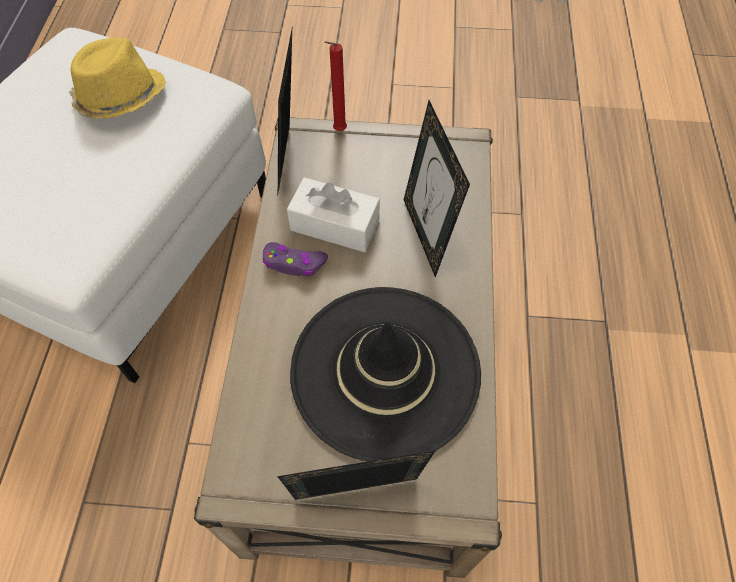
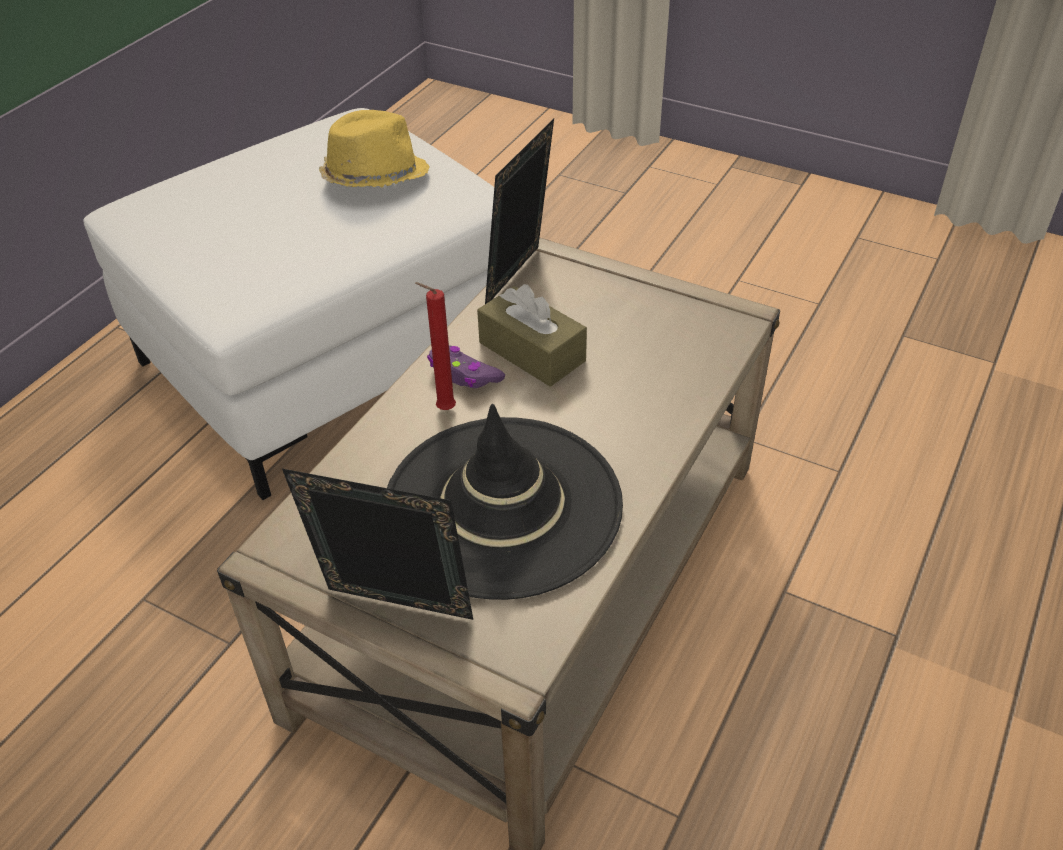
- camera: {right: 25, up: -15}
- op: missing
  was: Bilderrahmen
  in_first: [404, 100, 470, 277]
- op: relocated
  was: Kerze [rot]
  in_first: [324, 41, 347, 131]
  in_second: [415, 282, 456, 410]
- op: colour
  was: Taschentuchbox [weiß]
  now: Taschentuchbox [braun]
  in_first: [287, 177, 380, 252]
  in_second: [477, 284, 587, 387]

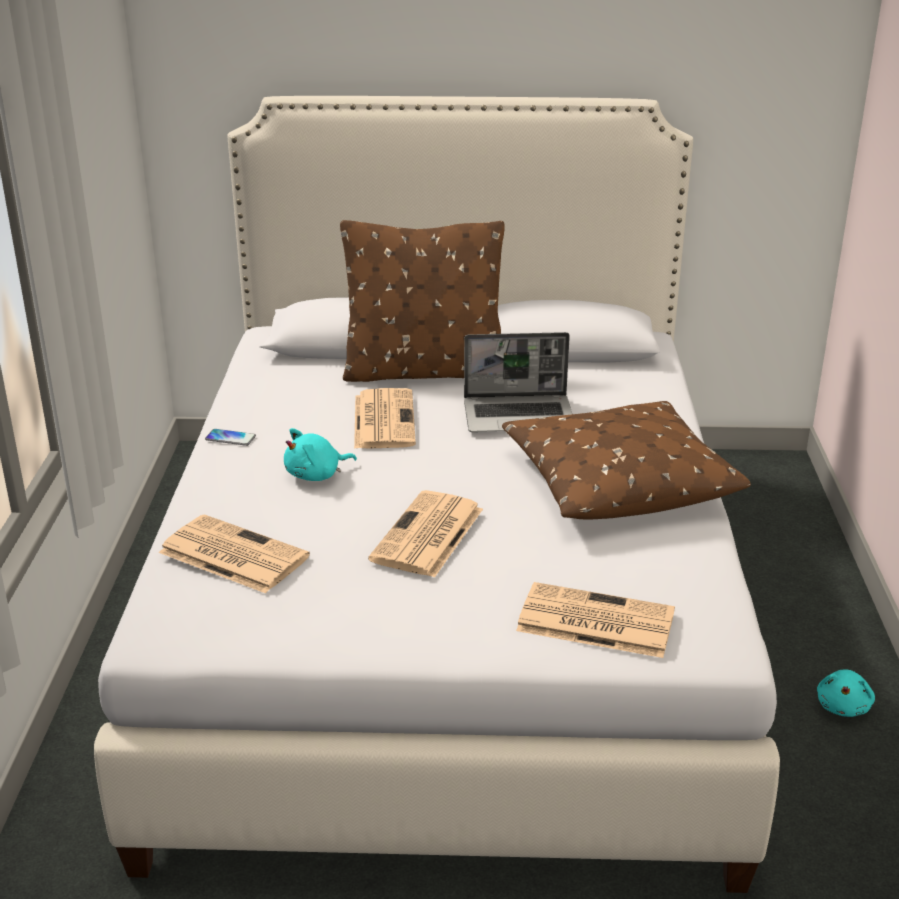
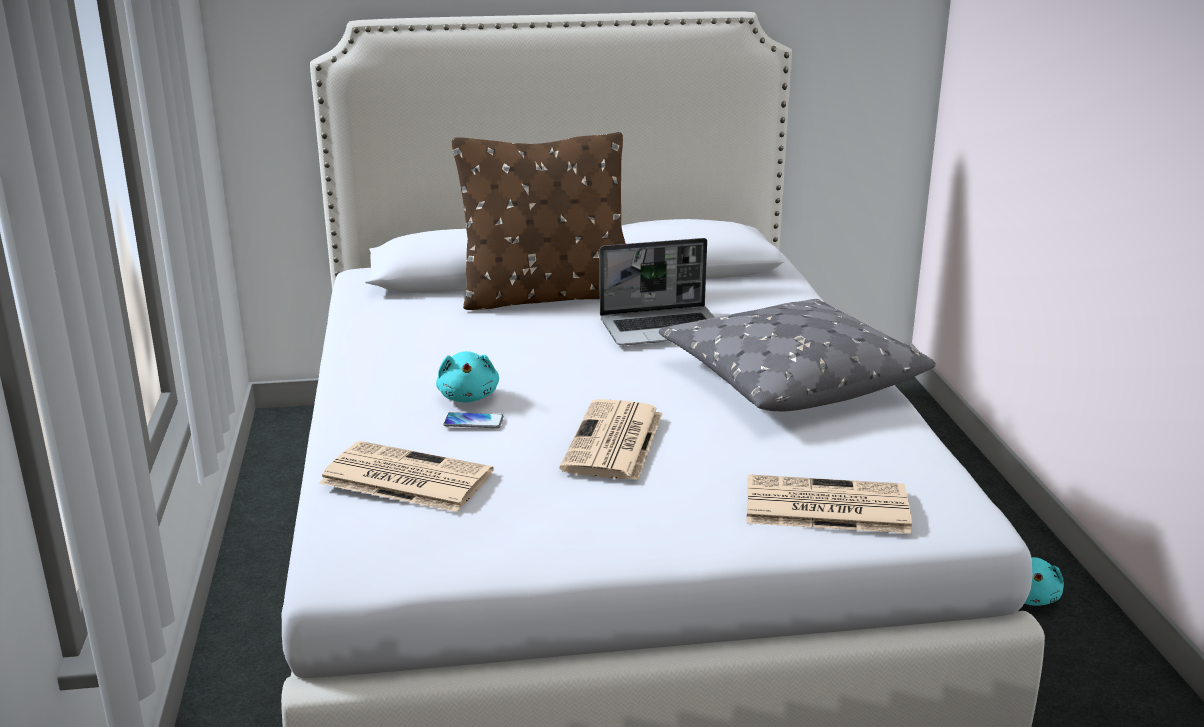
- camera: {right: -10, up: -5}
- op: missing
  was: Zeitung
  in_first: [354, 388, 416, 449]
- op: relocated
  was: Handy
  in_first: [205, 429, 256, 446]
  in_second: [444, 412, 504, 428]
- op: colour
  was: Kissen [braun]
  now: Kissen [grau]
  in_first: [502, 401, 751, 519]
  in_second: [659, 299, 936, 411]
- op: spun
  was: Plüschtier [türkis]
  in_first: [284, 428, 357, 481]
  in_second: [436, 351, 499, 403]
  clockwise: -60

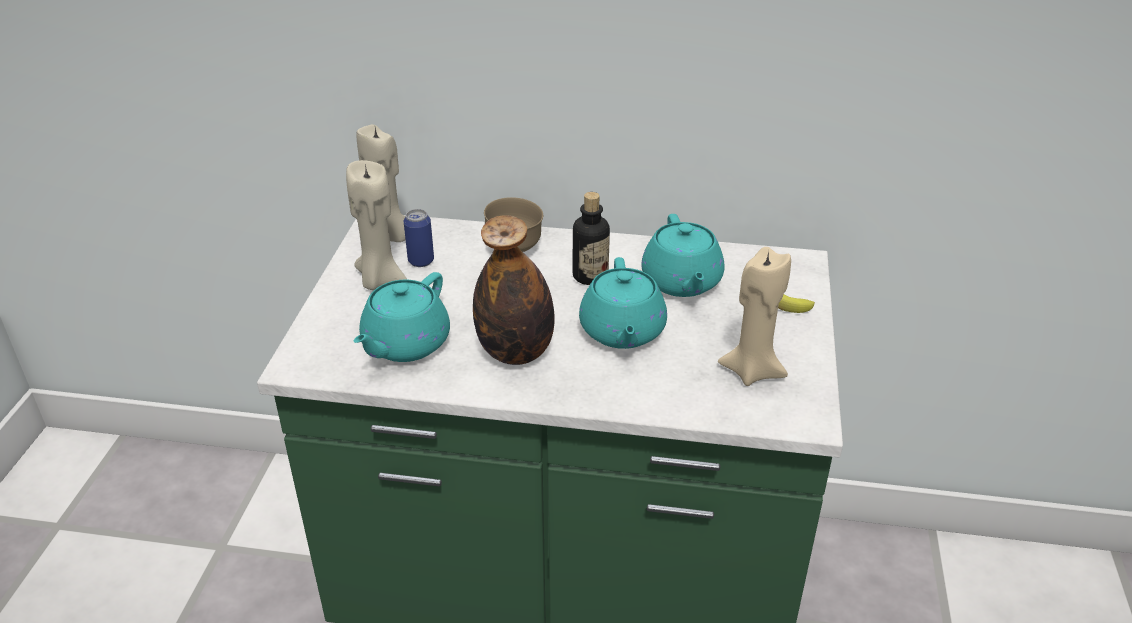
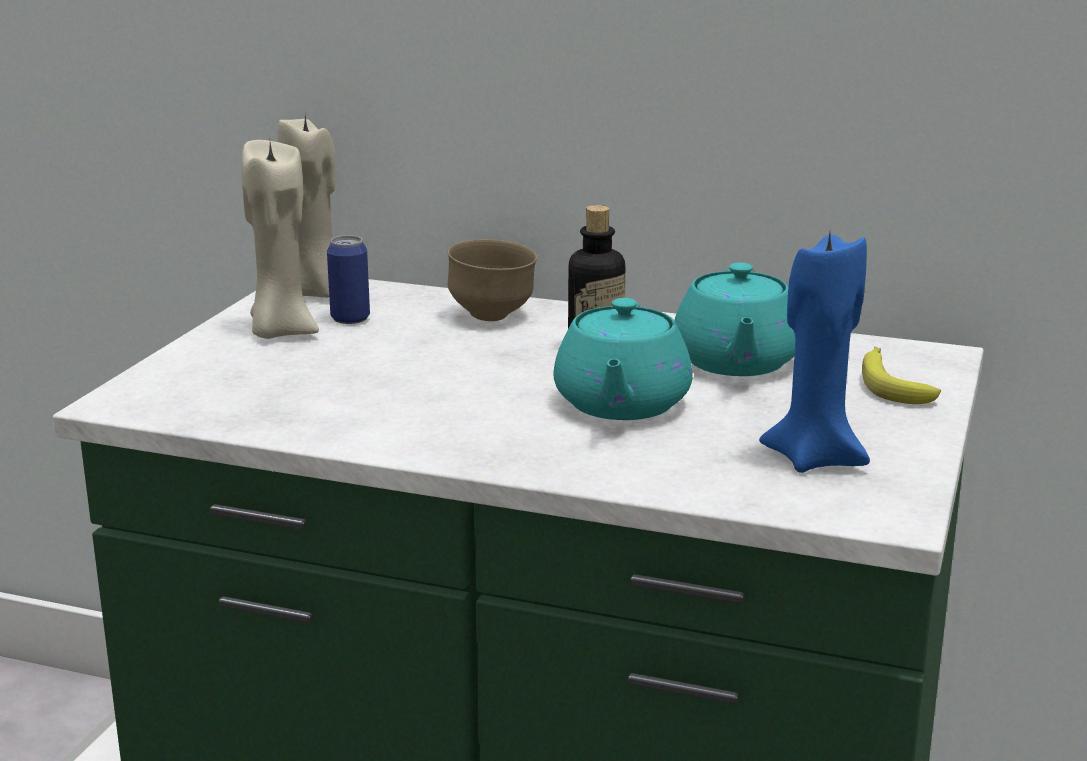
- camera: {right: 10, up: -15}
- op: missing
  was: Teekanne [türkis]
  in_first: [354, 272, 450, 362]
- op: missing
  was: Flasche
  in_first: [473, 215, 555, 365]
- op: colour
  was: Kerze [beige]
  now: Kerze [blau]
  in_first: [718, 247, 791, 386]
  in_second: [759, 233, 870, 473]

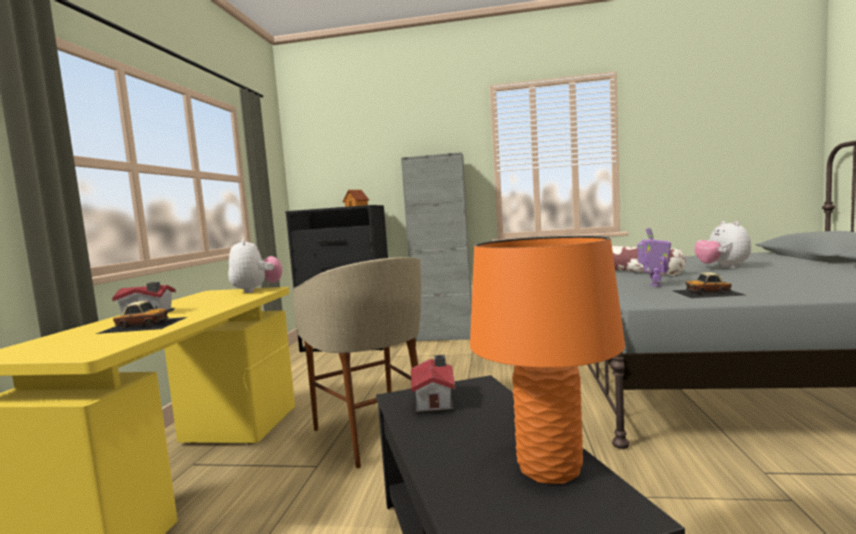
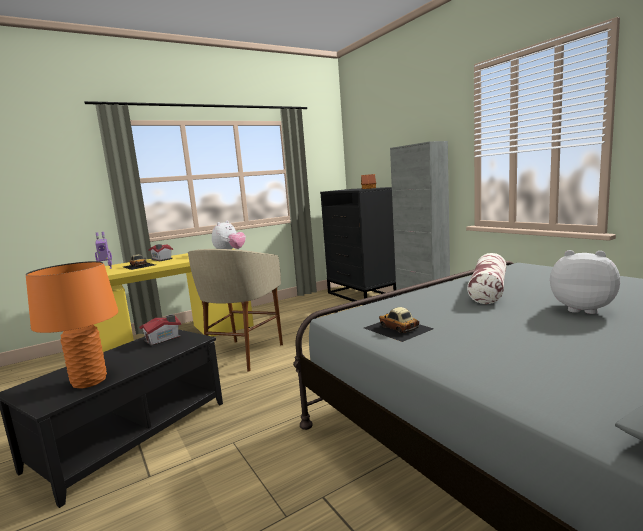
- camera: {right: 50, up: 5}
- op: relocated
  was: Spielzeugroboter
  in_first: [637, 228, 671, 287]
  in_second: [95, 232, 112, 269]
- op: spun
  was: Plüschtier
  in_first: [694, 221, 752, 268]
  in_second: [550, 250, 620, 314]
  clockwise: 75

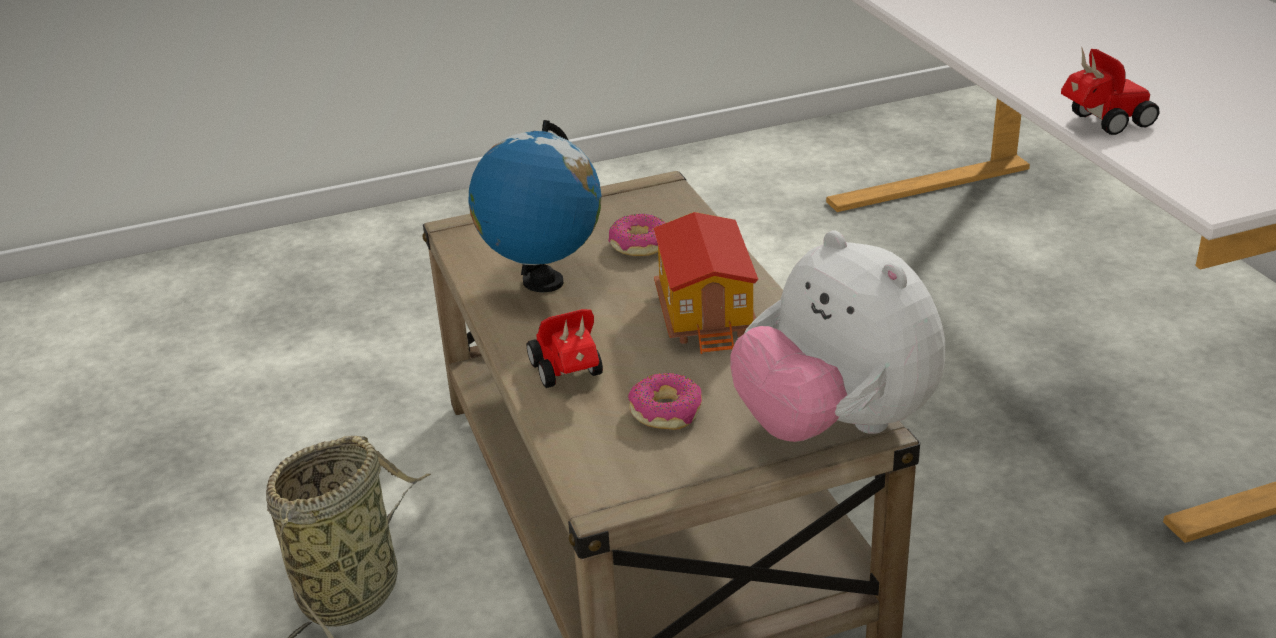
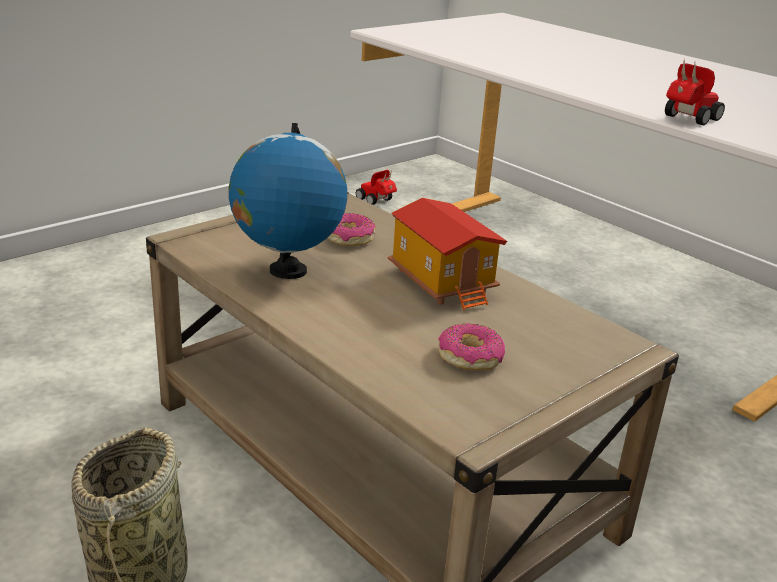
- camera: {right: -25, up: -5}
- op: missing
  was: Plüschtier
  in_first: [731, 231, 945, 442]
- op: relocated
  was: Spielzeugauto
  in_first: [527, 309, 603, 388]
  in_second: [356, 170, 397, 205]

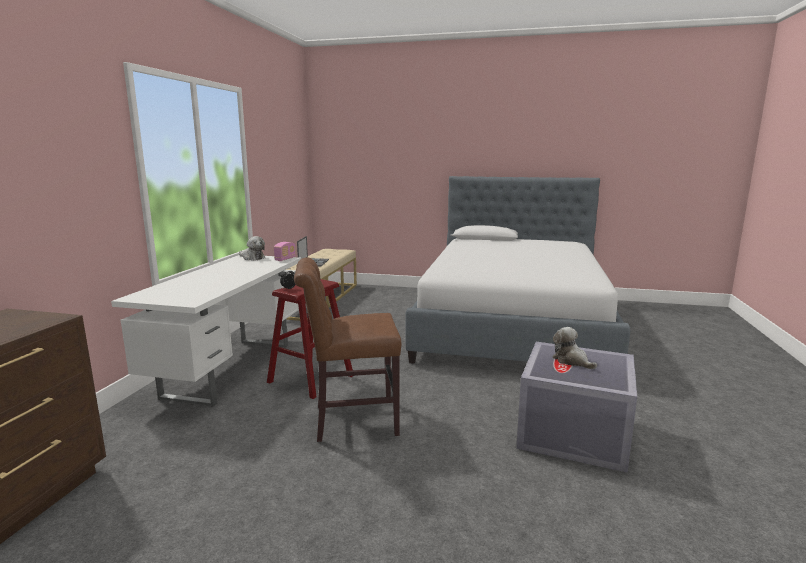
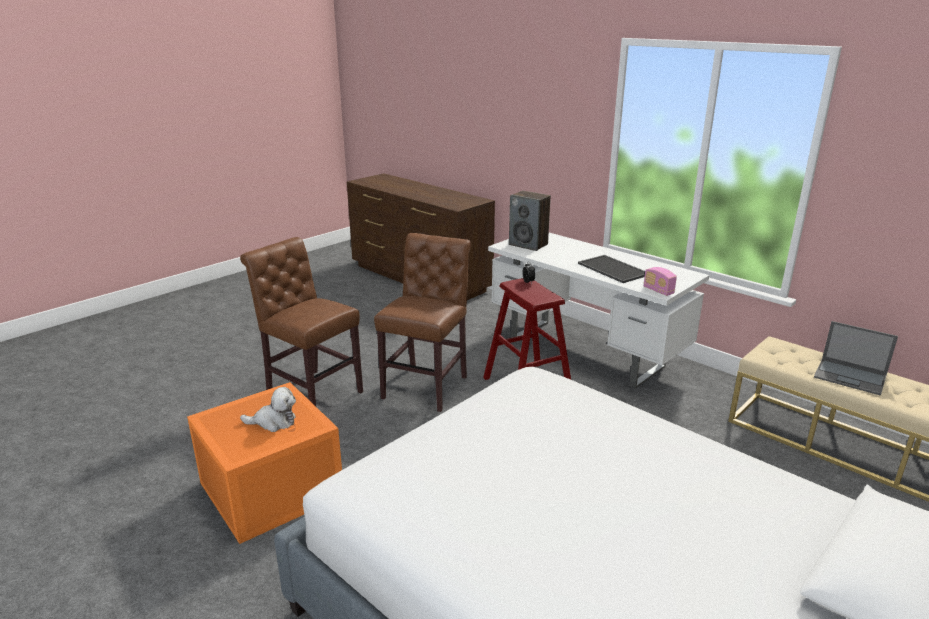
- camera: {right: 120, up: 10}
- op: missing
  was: Plüschtier
  in_first: [239, 236, 265, 260]
- op: appeared
  now: Stuhl [braun]
  in_second: [240, 237, 363, 406]
- op: appeared
  now: Lautsprecher
  in_second: [509, 191, 551, 251]
- op: appeared
  now: Tablett
  in_second: [578, 255, 645, 283]
- op: colour
  was: Aufbewahrungsbox [grau]
  now: Aufbewahrungsbox [orange]
  in_first: [516, 342, 637, 473]
  in_second: [187, 382, 342, 544]

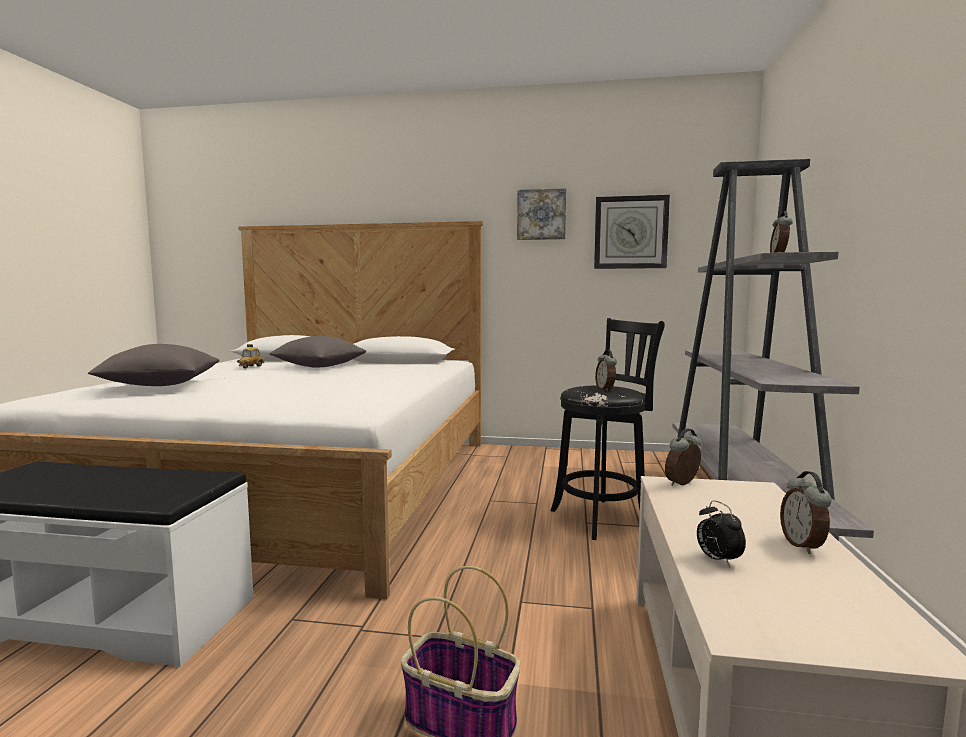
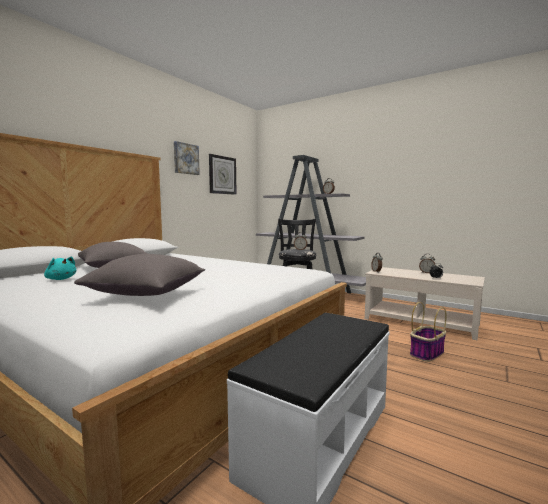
- camera: {right: -65, up: 0}
- op: exchanged
  was: Spielzeugauto
  now: Plüschtier [türkis]
  in_first: [237, 344, 265, 369]
  in_second: [44, 256, 76, 280]

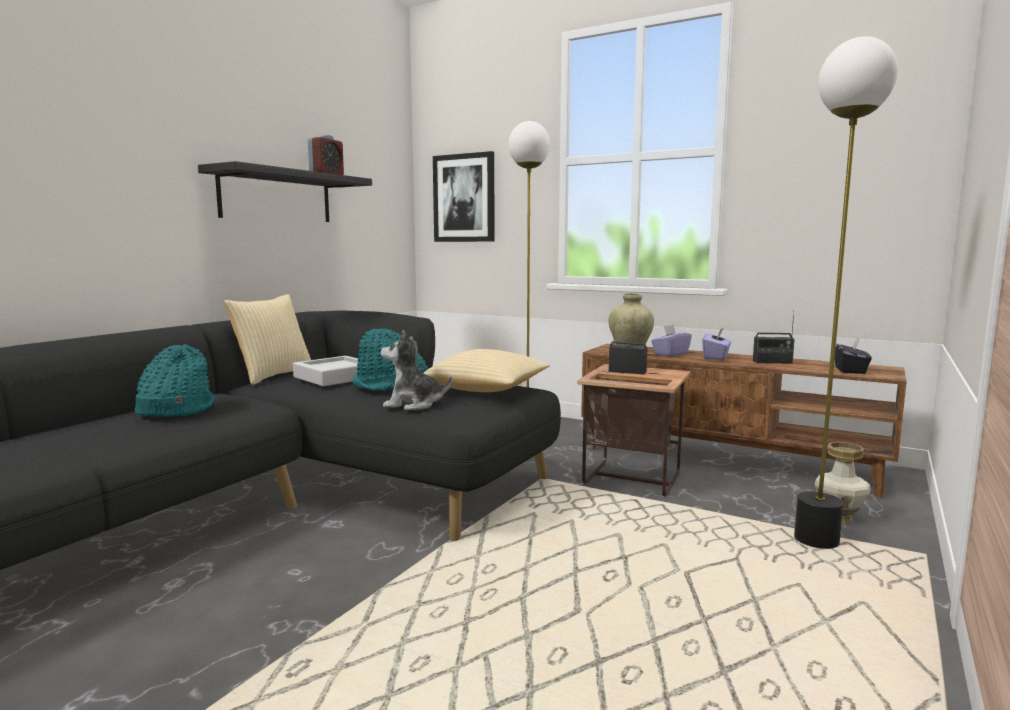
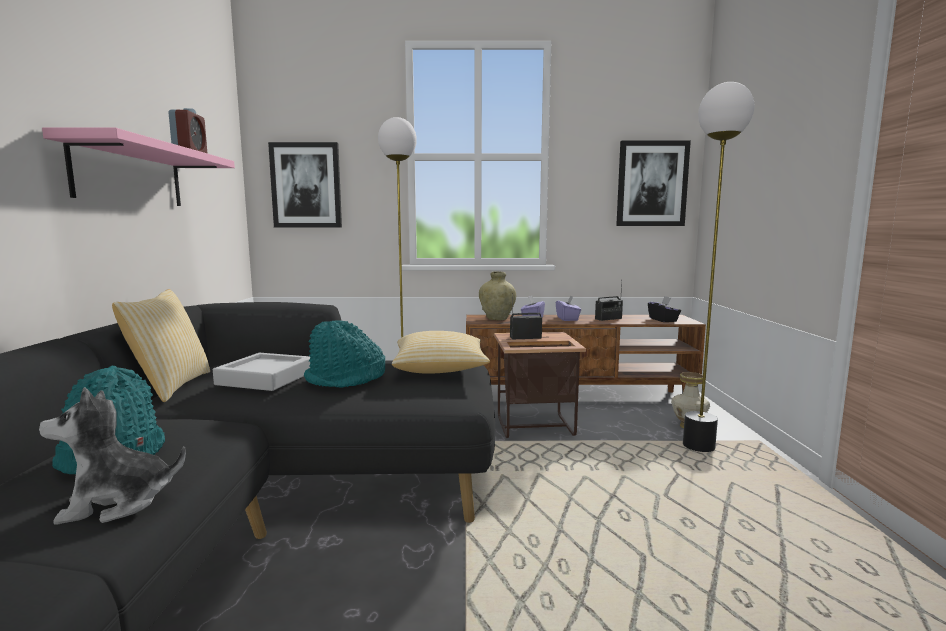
- camera: {right: -30, up: 0}
- op: appeared
  now: Bild
  in_second: [616, 141, 691, 226]
- op: relocated
  was: Plüschtier
  in_first: [381, 330, 452, 410]
  in_second: [39, 388, 186, 525]
- op: colour
  was: Wandregal [schwarz]
  now: Wandregal [rosa]
  in_first: [198, 161, 372, 222]
  in_second: [42, 128, 235, 206]

